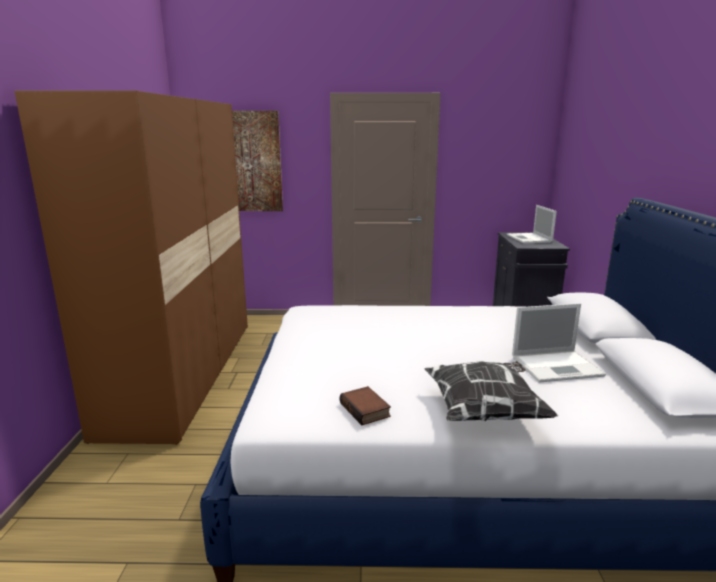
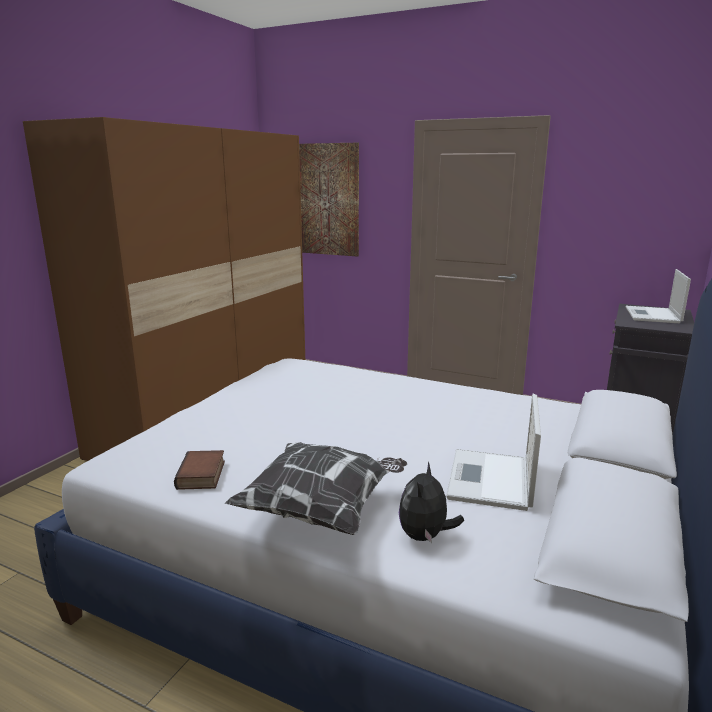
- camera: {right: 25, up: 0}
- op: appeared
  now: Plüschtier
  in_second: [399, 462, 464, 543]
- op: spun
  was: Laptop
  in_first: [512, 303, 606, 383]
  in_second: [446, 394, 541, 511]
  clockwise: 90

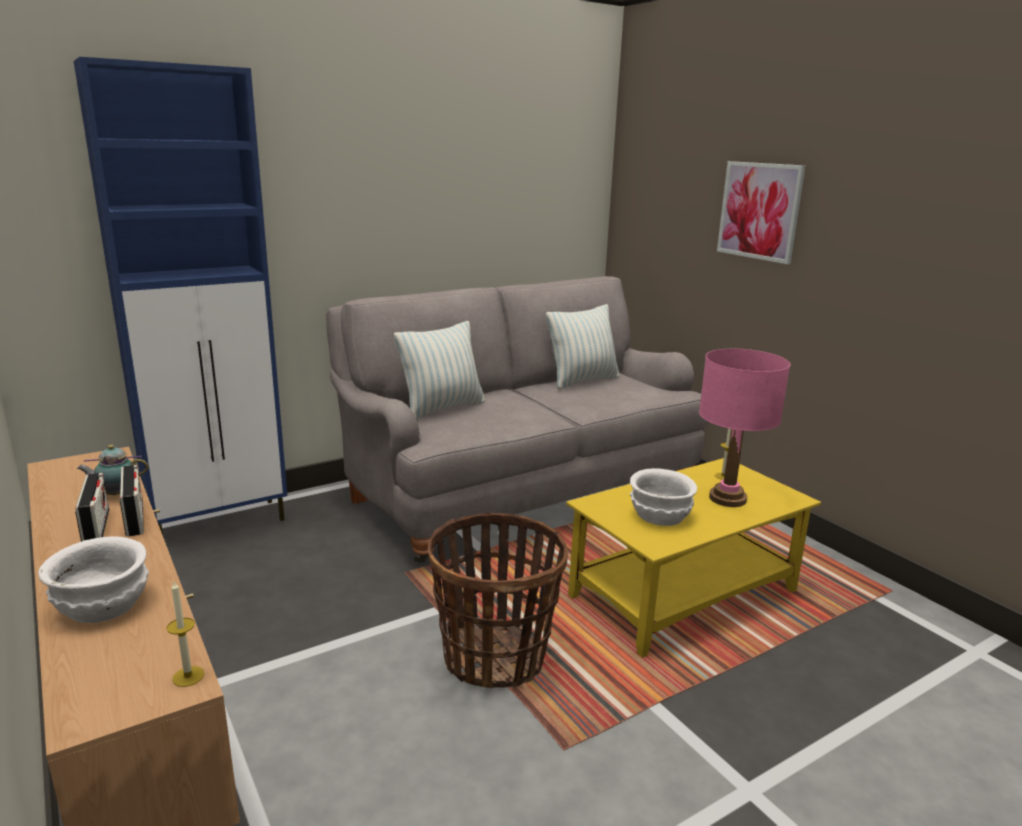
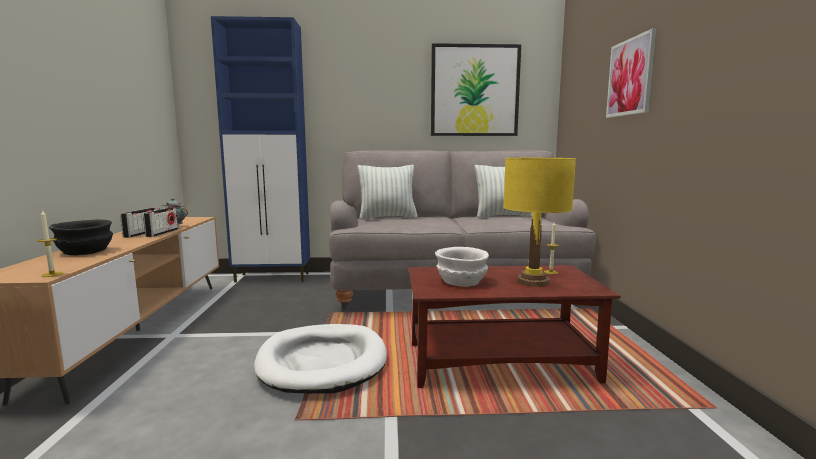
- camera: {right: 30, up: -10}
- op: appeared
  now: Bild
  in_second: [431, 43, 521, 136]
- op: exchanged
  was: Korb
  now: Hundebett [weiß]
  in_first: [428, 513, 568, 688]
  in_second: [254, 324, 387, 394]
- op: colour
  was: Schüssel [weiß]
  now: Schüssel [schwarz]
  in_first: [38, 536, 149, 623]
  in_second: [49, 220, 113, 255]
- op: colour
  was: Couchtisch [gelb]
  now: Couchtisch [braun]
  in_first: [566, 458, 821, 658]
  in_second: [408, 265, 621, 388]
- op: colour
  was: Tischlampe [rosa]
  now: Tischlampe [gelb]
  in_first: [699, 349, 790, 507]
  in_second: [503, 158, 576, 287]

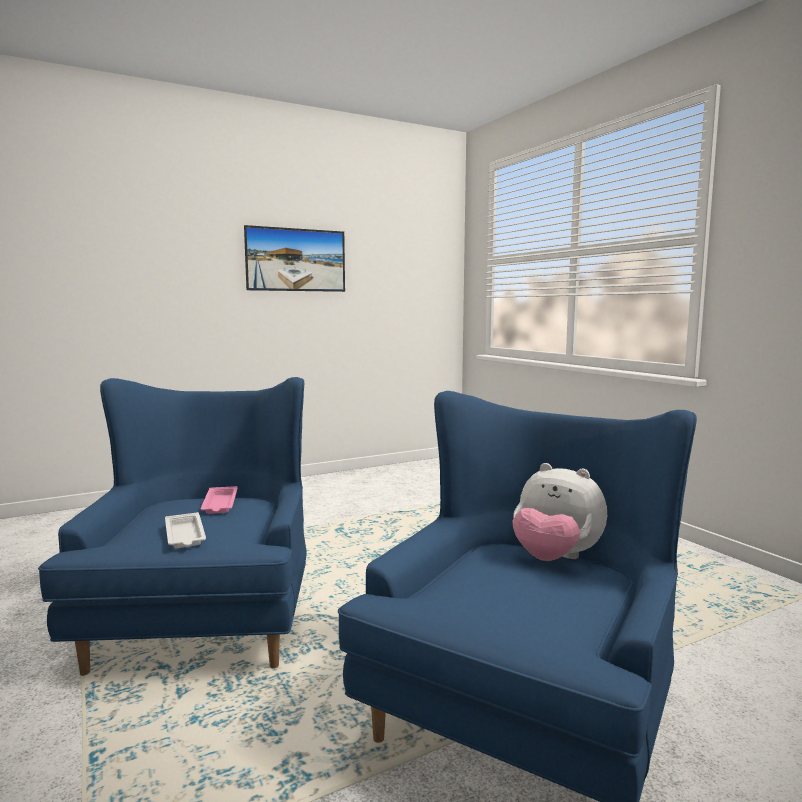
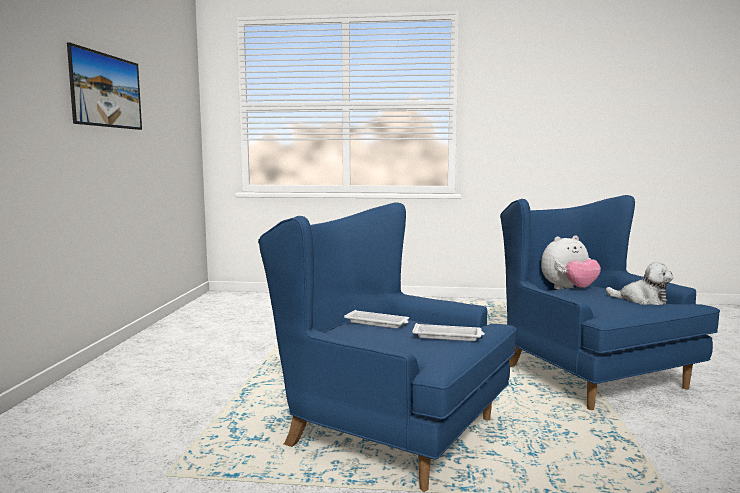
- camera: {right: -55, up: 0}
- op: appeared
  now: Plüschtier
  in_second: [606, 262, 673, 305]
- op: colour
  was: Tablett [rosa]
  now: Tablett [weiß]
  in_first: [201, 486, 238, 514]
  in_second: [344, 310, 409, 328]

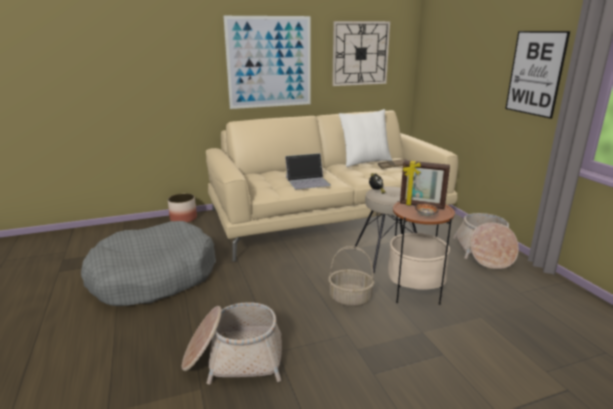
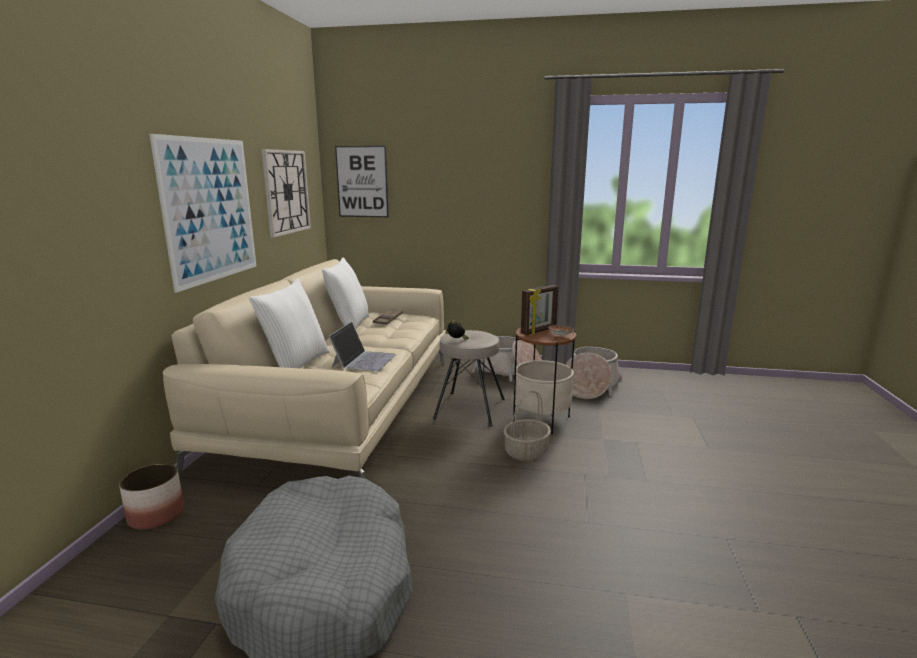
- camera: {right: -60, up: -5}
- op: appeared
  now: Kissen [weiß]
  in_second: [249, 279, 330, 368]
- op: relocated
  was: Korb
  in_first: [182, 302, 282, 385]
  in_second: [566, 347, 622, 399]
- op: relocated
  was: Bild
  in_first: [505, 31, 570, 119]
  in_second: [335, 146, 389, 217]

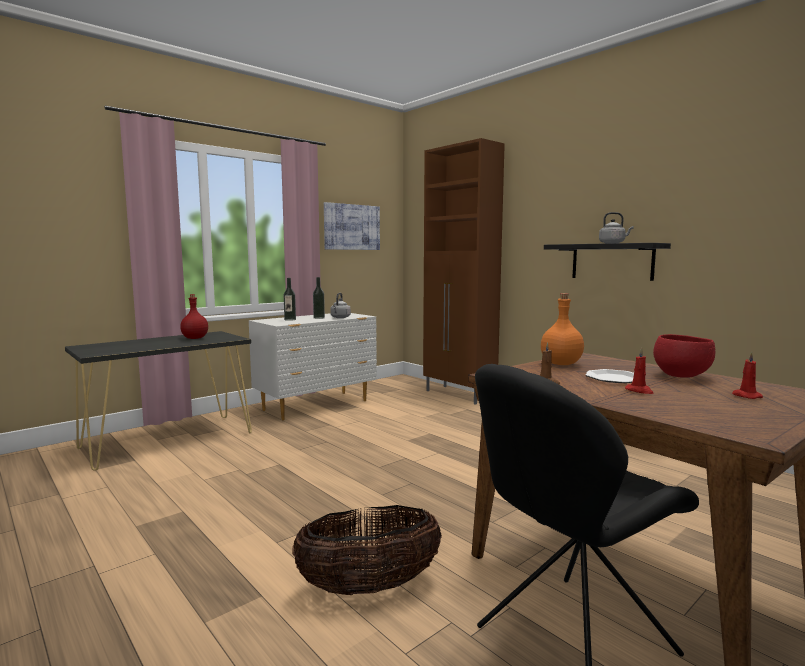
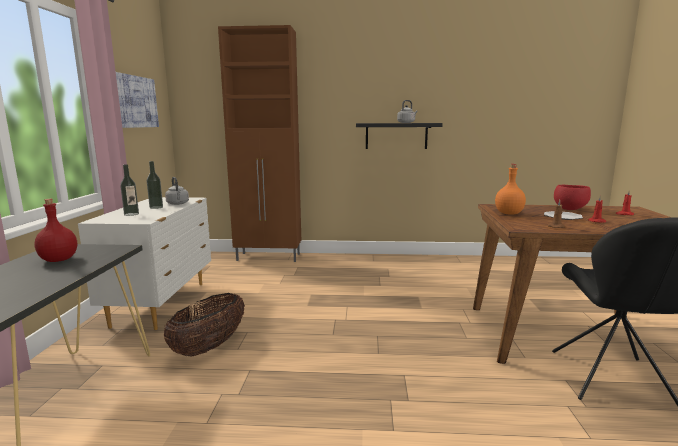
- camera: {right: -45, up: 5}
- op: relocated
  was: Korb
  in_first: [292, 505, 442, 595]
  in_second: [164, 293, 245, 357]

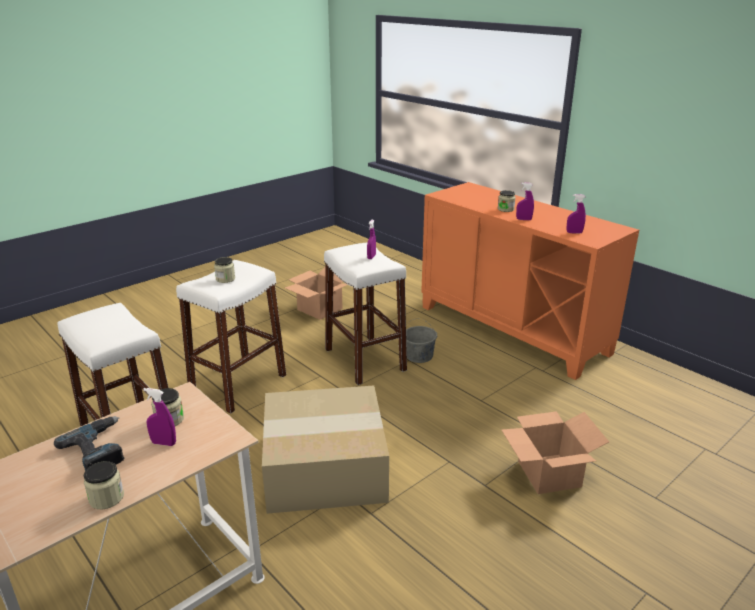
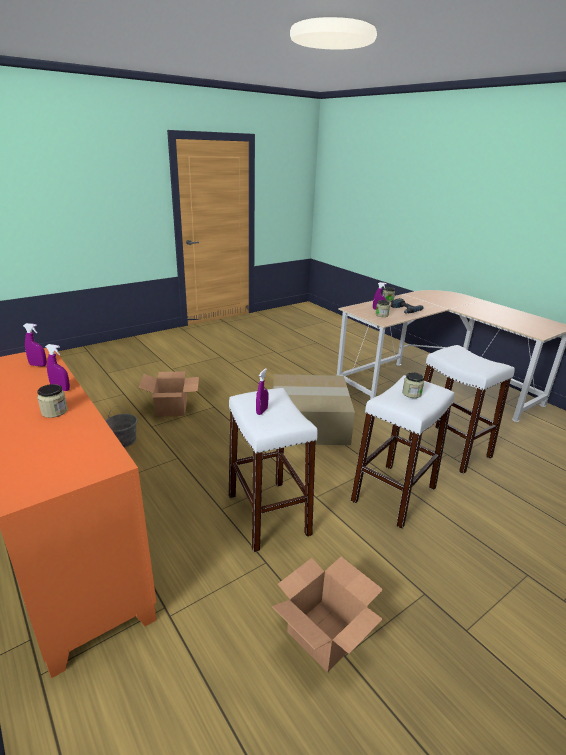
- camera: {right: -175, up: 0}
- op: relocated
  was: Eimer [grau]
  in_first: [406, 318, 437, 363]
  in_second: [106, 406, 137, 447]

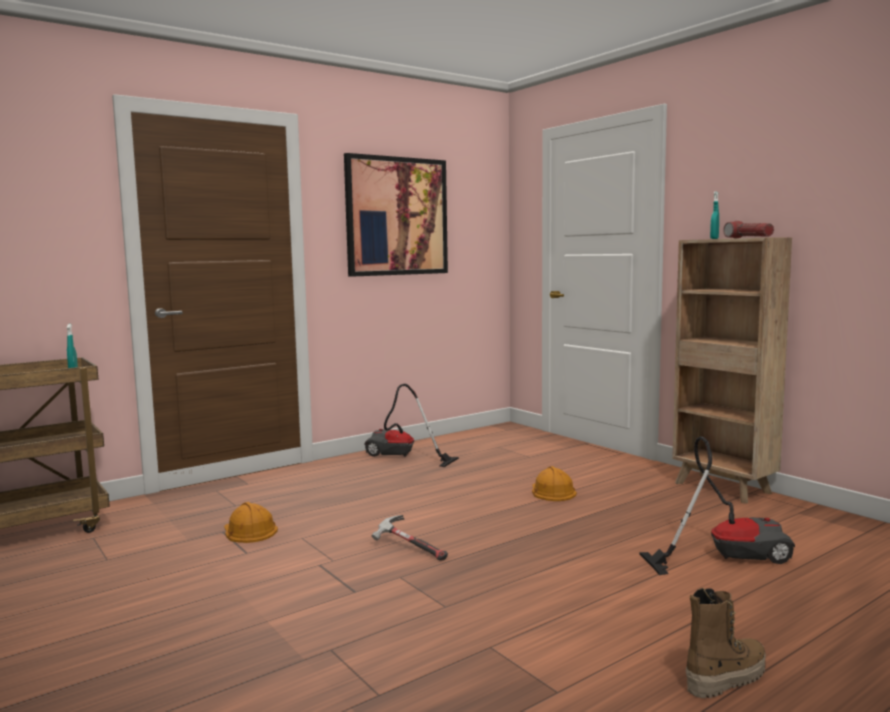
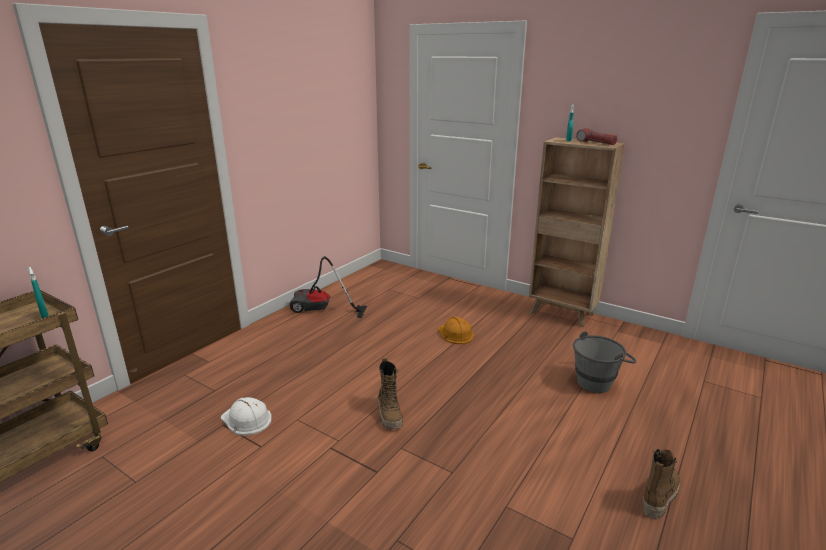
- camera: {right: -20, up: 15}
- op: missing
  was: Bild
  in_first: [344, 153, 448, 277]
- op: exchanged
  was: Hammer
  now: Stiefel
  in_first: [372, 515, 448, 561]
  in_second: [377, 358, 403, 429]
- op: exchanged
  was: Staubsauger
  now: Eimer [grau]
  in_first: [639, 436, 795, 575]
  in_second: [573, 331, 637, 393]
- op: colour
  was: Schutzhelm [orange]
  now: Schutzhelm [weiß]
  in_first: [224, 502, 278, 543]
  in_second: [221, 397, 272, 436]

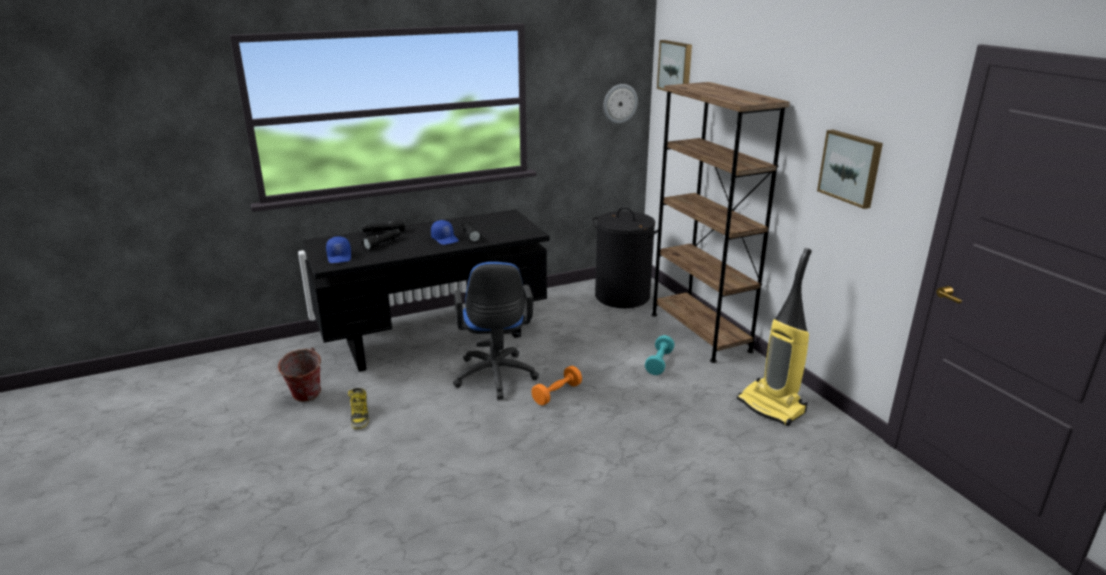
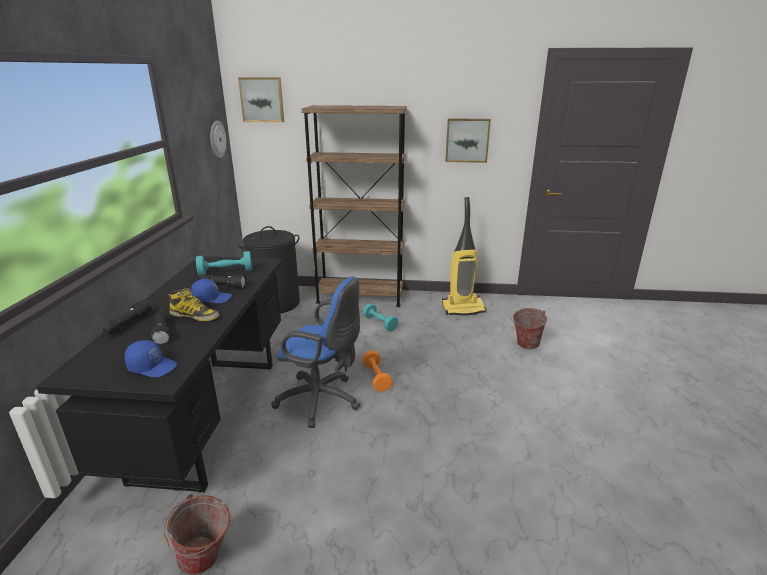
- camera: {right: -60, up: 0}
- op: appeared
  now: Hantel [türkis]
  in_second: [196, 251, 252, 276]
- op: appeared
  now: Eimer
  in_second: [511, 308, 547, 349]
- op: relocated
  was: Stiefel
  in_first: [348, 388, 369, 429]
  in_second: [168, 288, 219, 321]

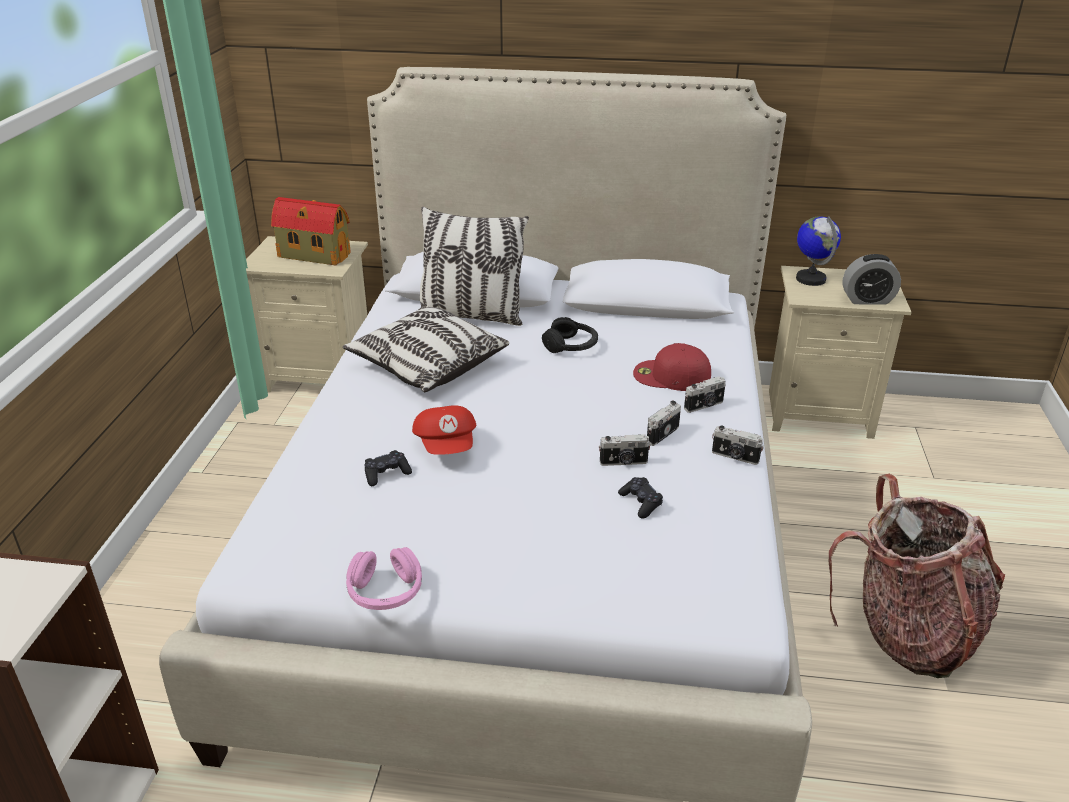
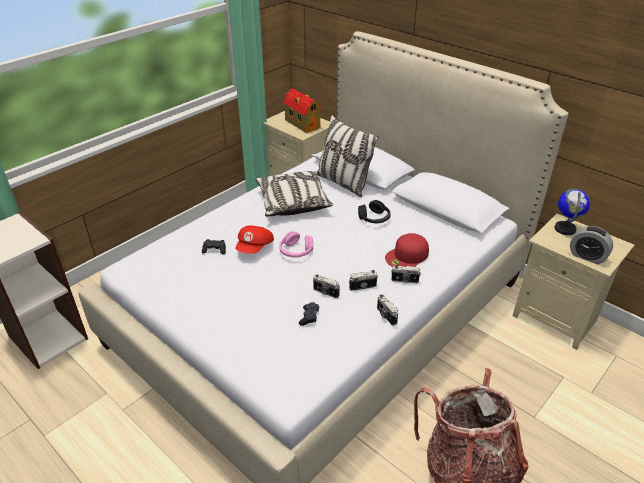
- camera: {right: 35, up: 5}
- op: relocated
  was: Kopfhörer [rosa]
  in_first: [346, 547, 422, 610]
  in_second: [279, 231, 313, 258]
- op: spun
  was: Kappe [rot]
  in_first: [633, 343, 711, 391]
  in_second: [385, 233, 429, 267]
  clockwise: -90

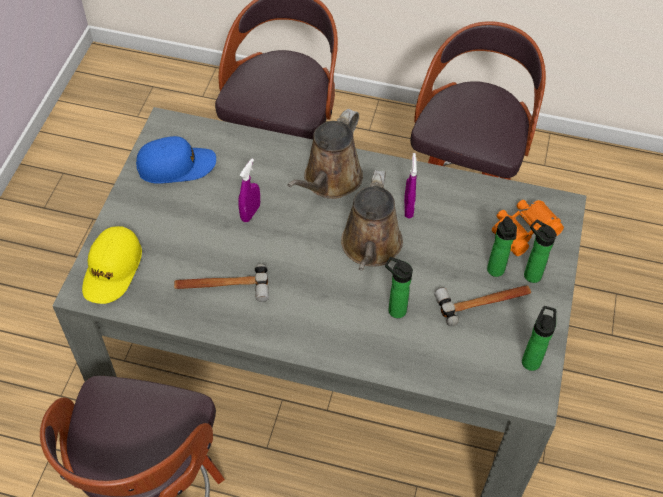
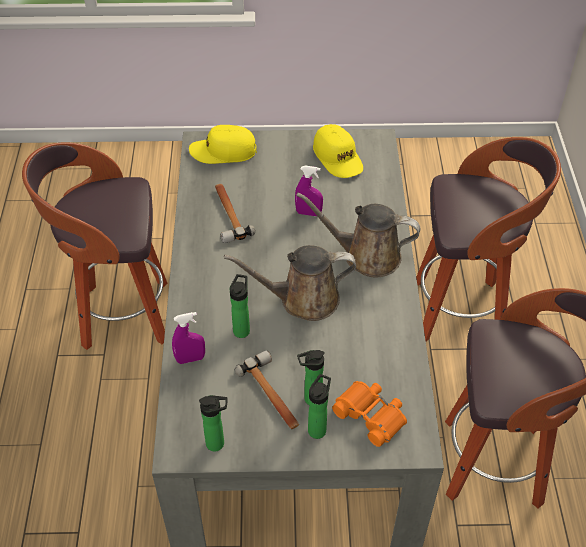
- camera: {right: 75, up: -5}
- op: relocated
  was: Sprühflasche [lila]
  in_first: [404, 153, 417, 218]
  in_second: [172, 312, 205, 364]
- op: colour
  was: Kappe [blau]
  now: Kappe [gelb]
  in_first: [136, 136, 216, 184]
  in_second: [313, 124, 363, 178]

